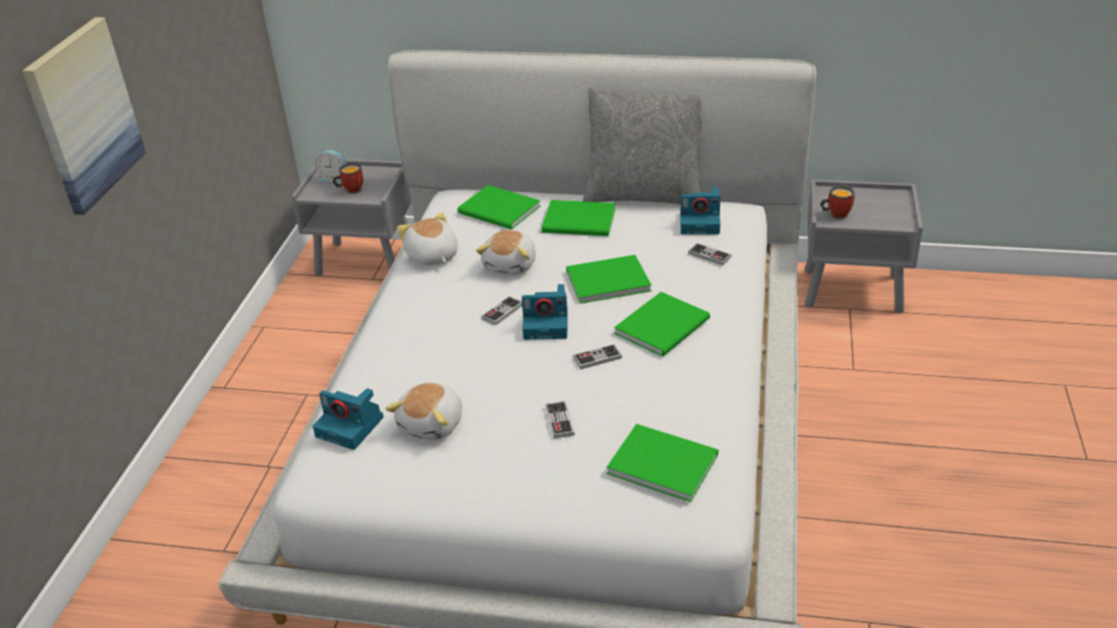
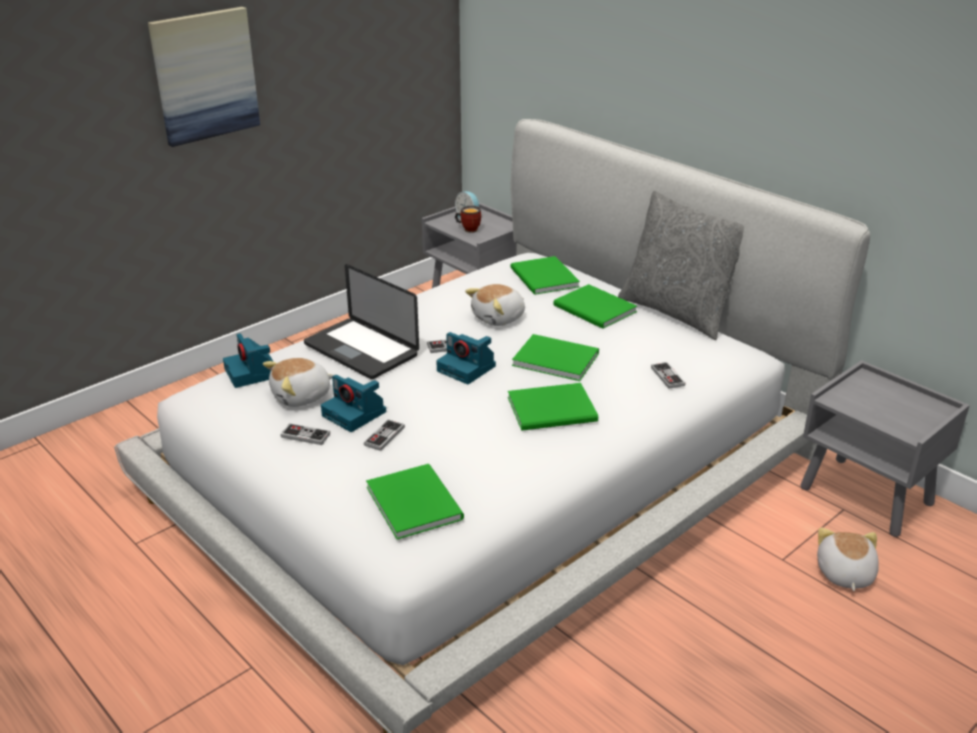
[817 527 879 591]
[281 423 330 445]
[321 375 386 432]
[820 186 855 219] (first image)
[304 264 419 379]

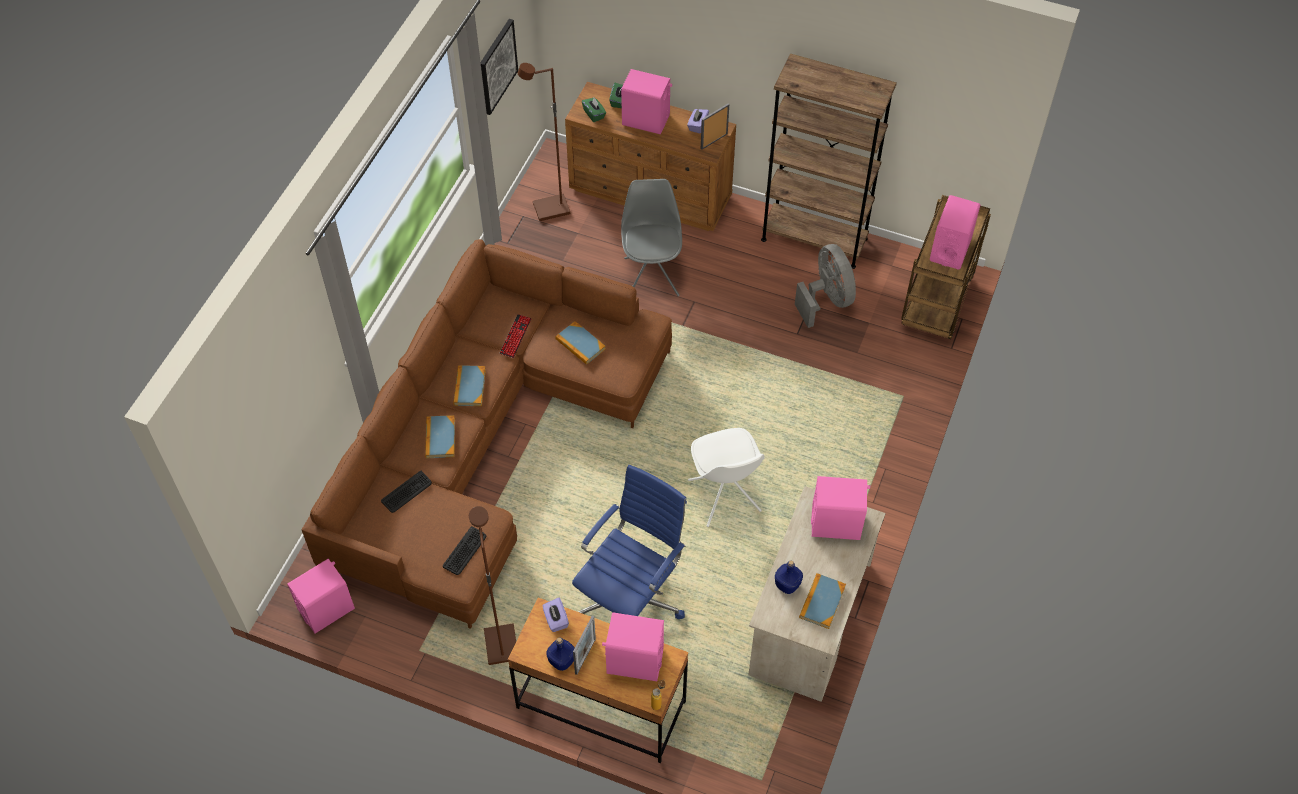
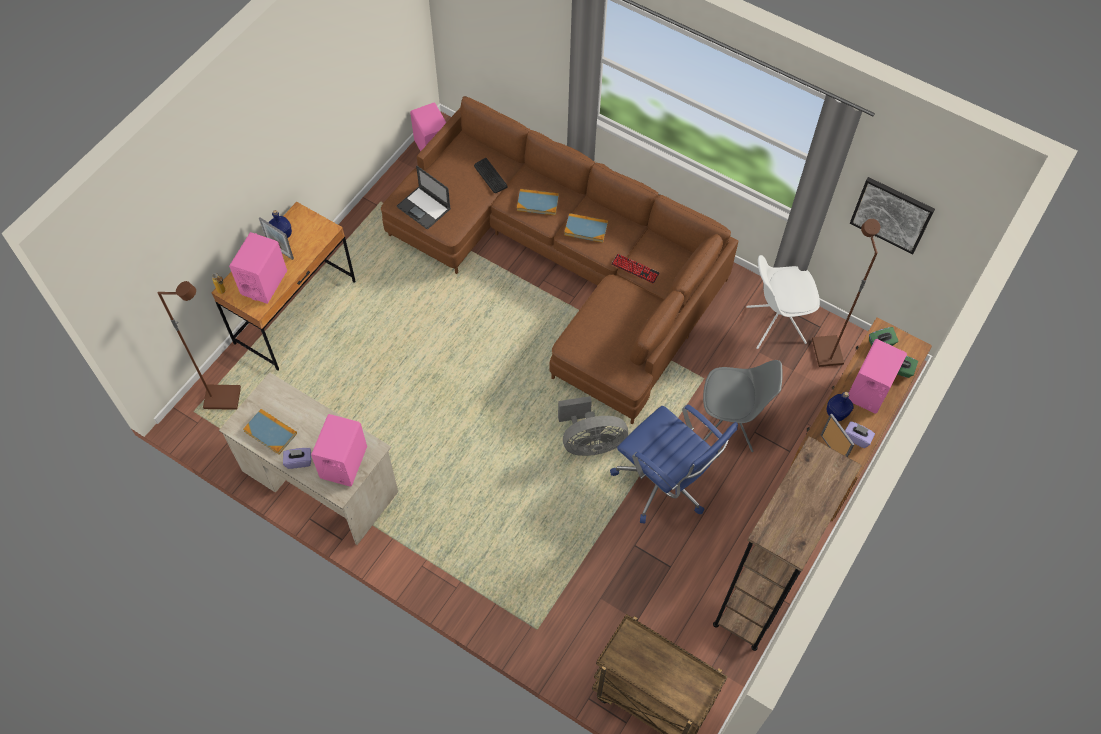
[397 165 451 230]
[157 281 241 410]
[283 448 311 469]
[555 321 605 365] (first image)
[610 404 738 524]
[746 255 820 349]
[827 392 854 421]
[558 396 628 456]
[930 195 980 269] (first image)

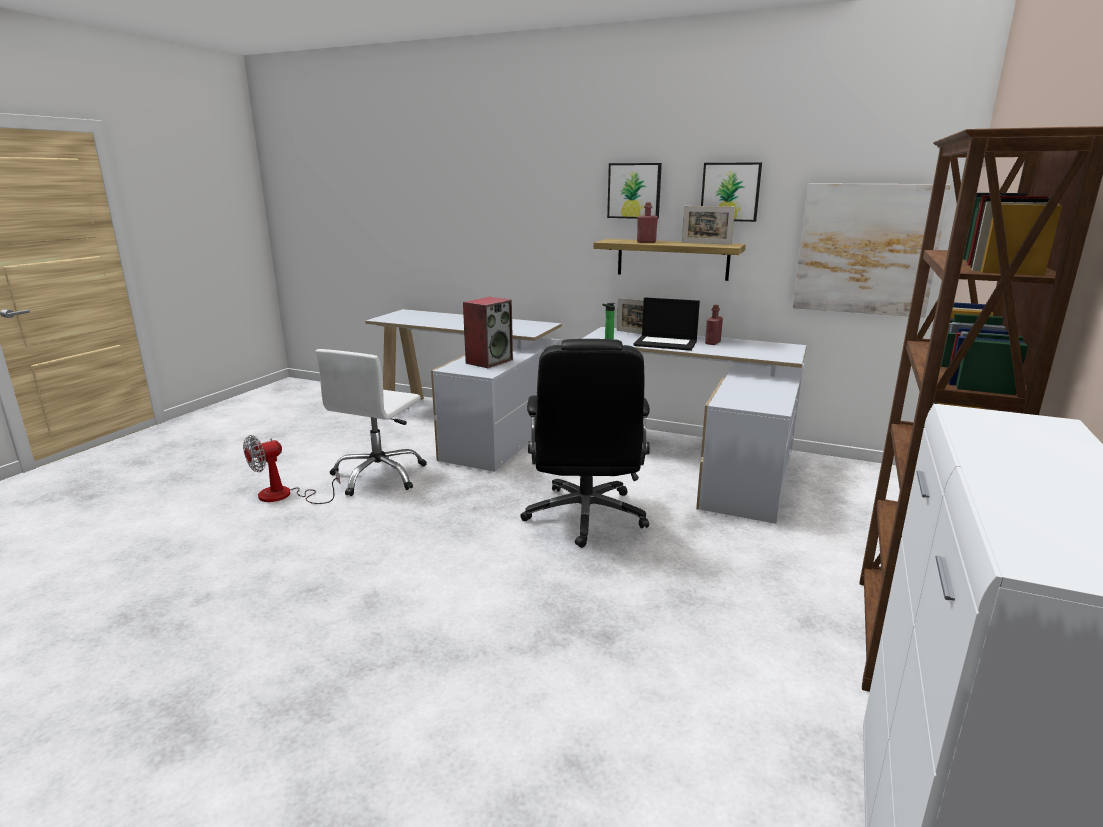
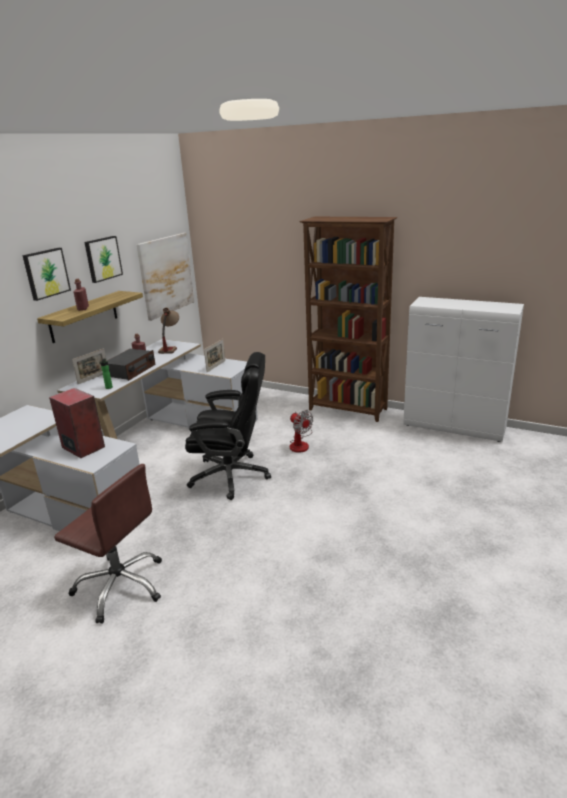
[290 410 313 453]
[54 464 162 624]
[107 349 156 381]
[204 339 225 372]
[158 308 179 354]

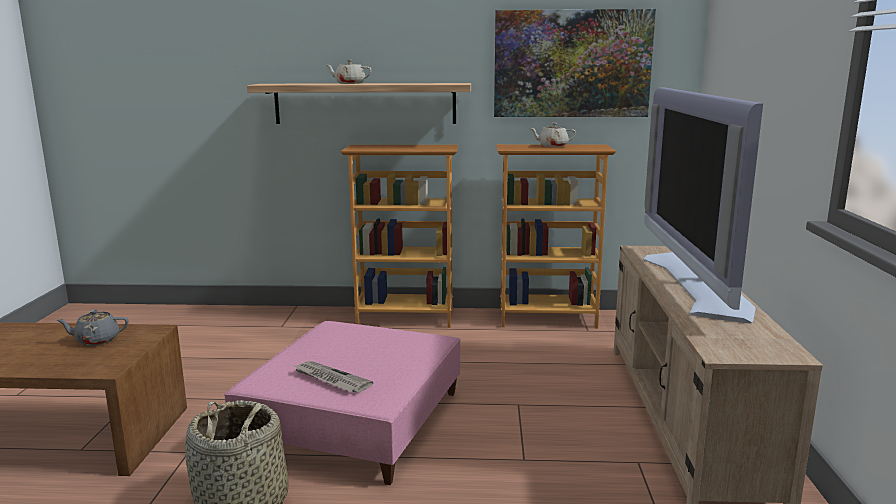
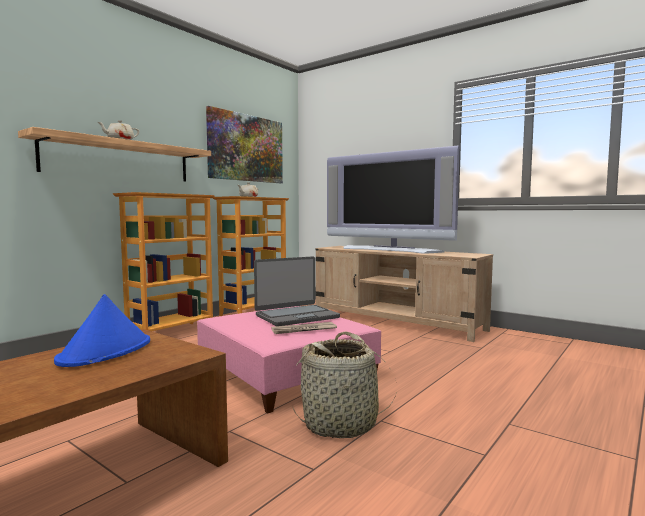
[54 294 150 367]
[254 256 340 326]

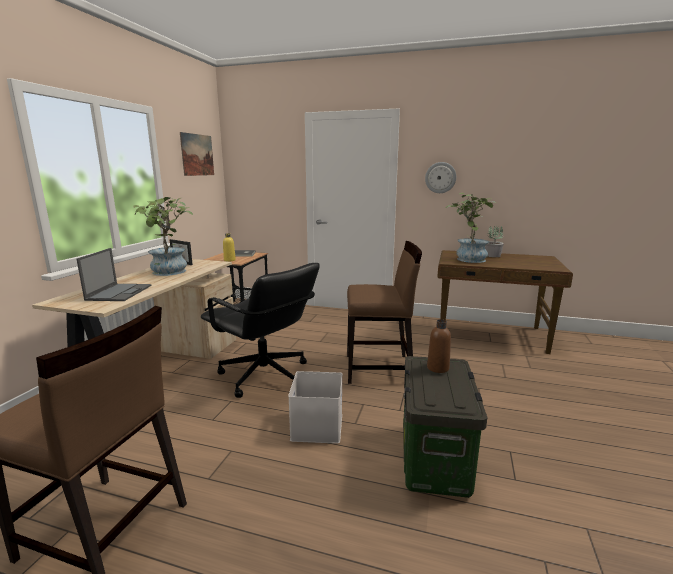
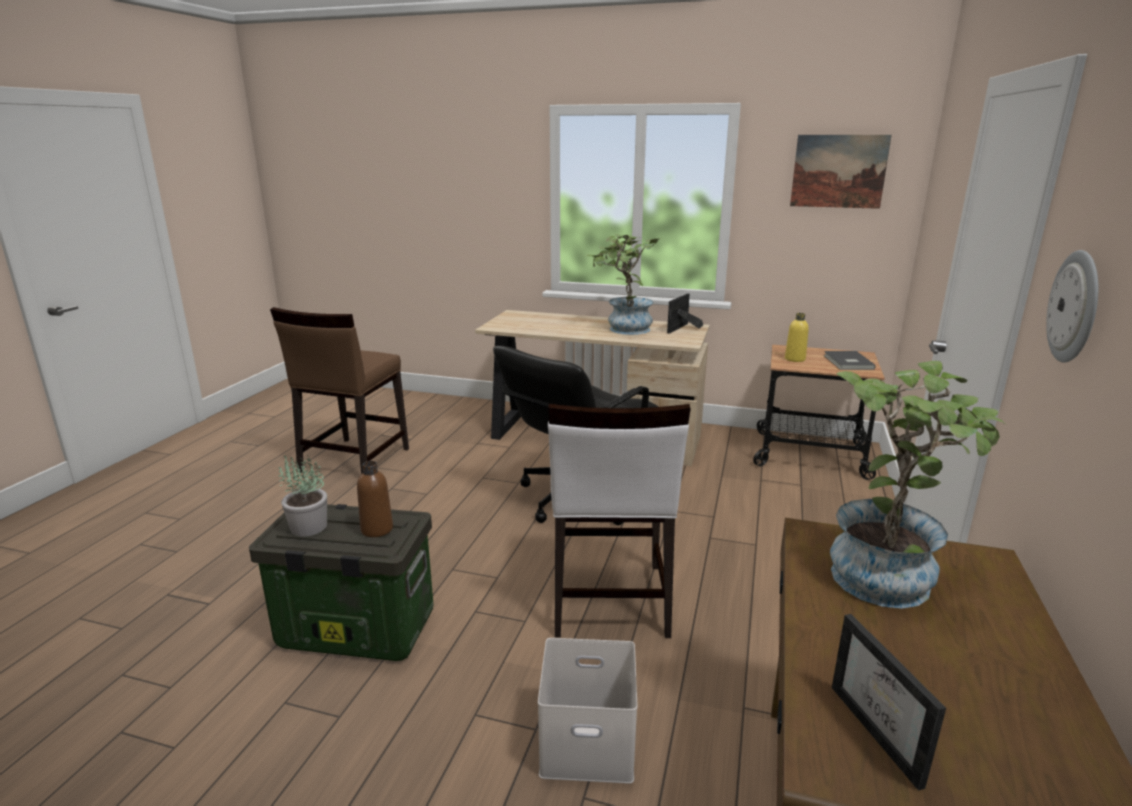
[77 248 152 301] (first image)
[538 638 637 784]
[548 404 691 638]
[278 455 327 537]
[832 614 946 790]

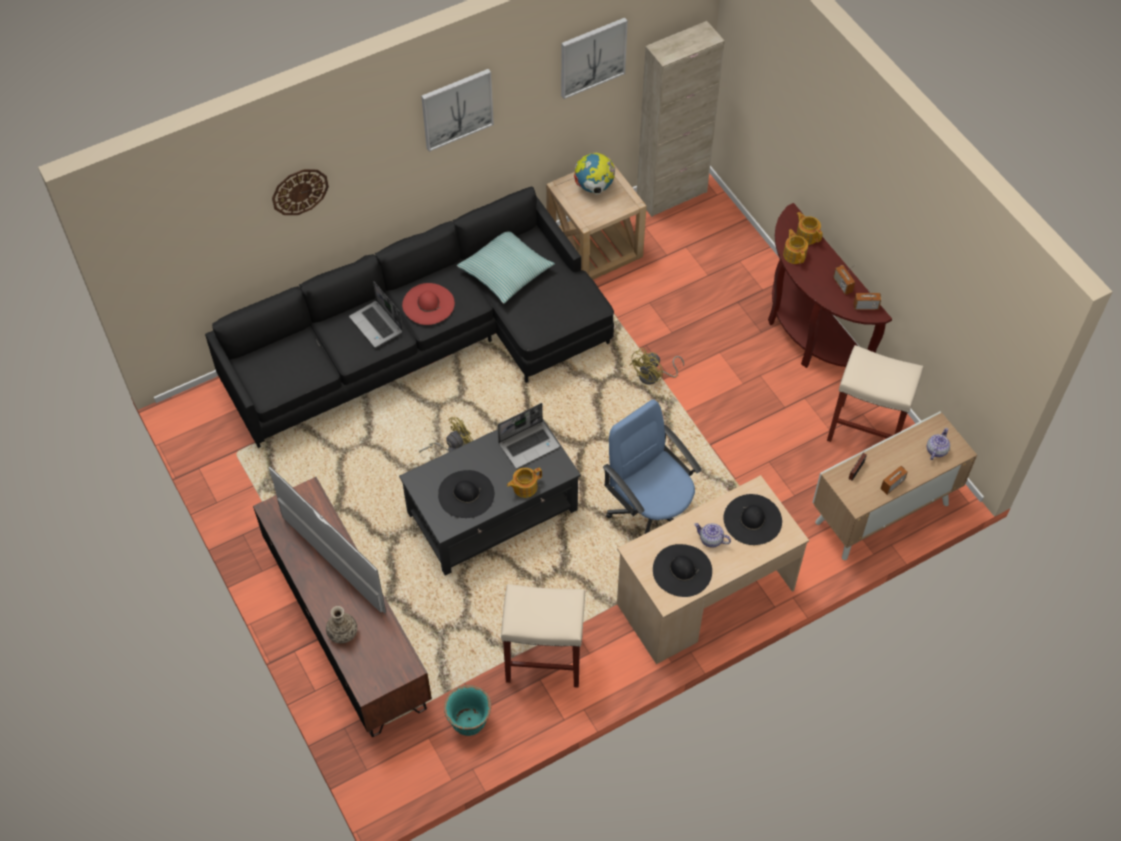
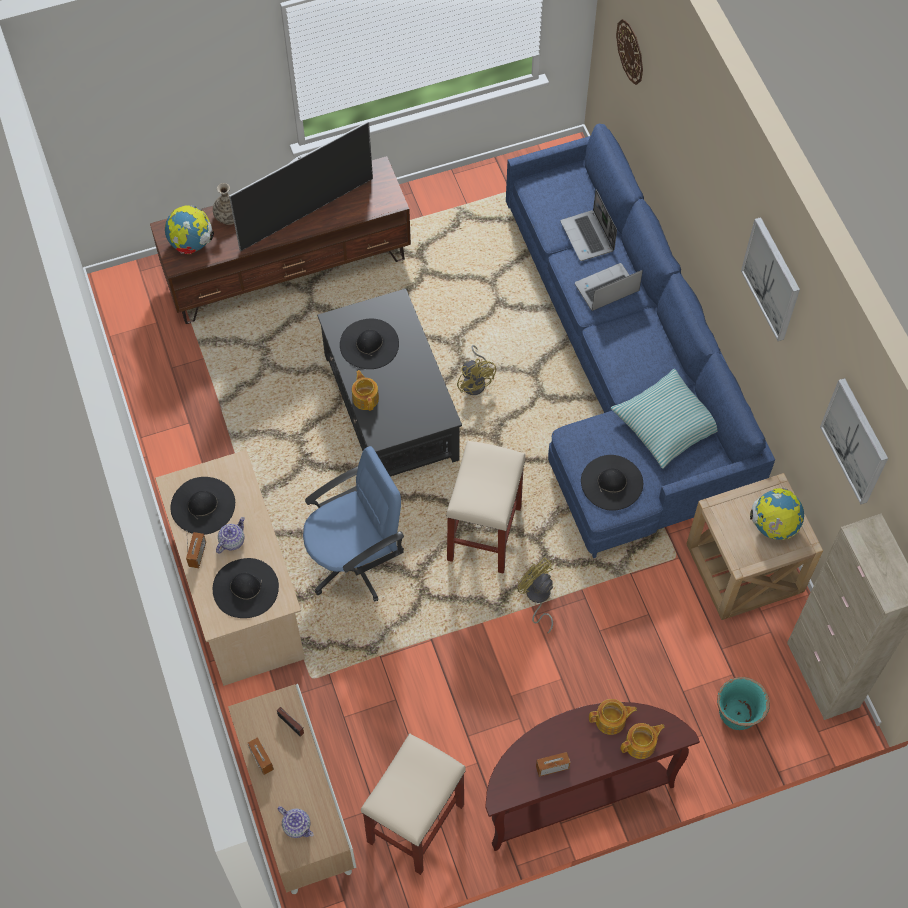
[506 124 775 558]
[616 19 643 85]
[402 283 455 325] (first image)
[717 677 770 730]
[560 190 617 261]
[446 441 526 574]
[186 530 206 568]
[165 205 214 254]
[581 455 643 511]

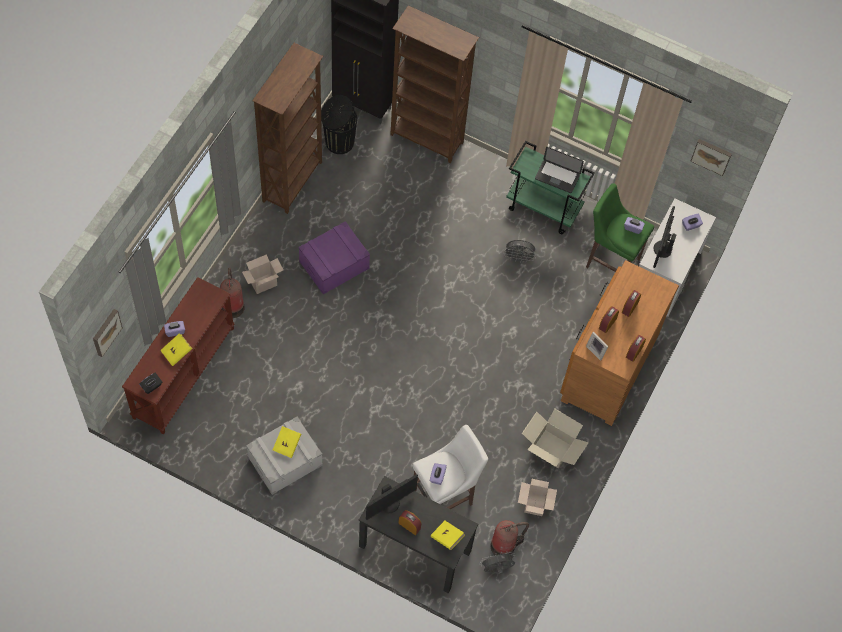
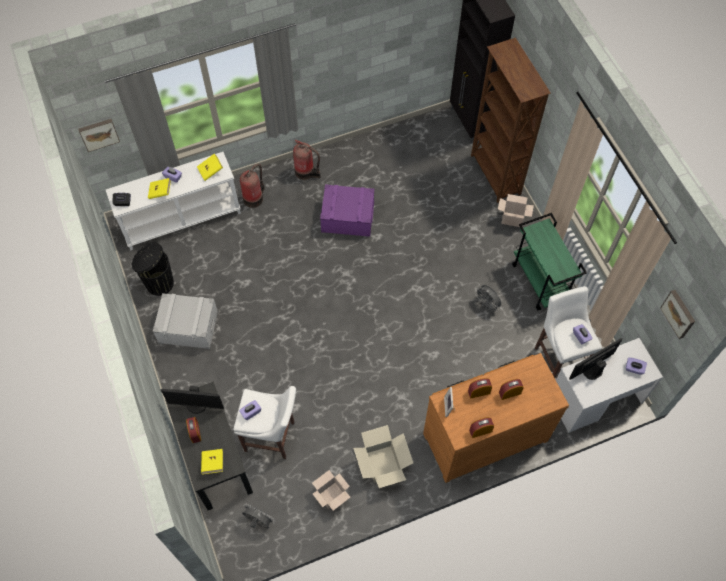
[106 152 241 251]
[498 194 534 227]
[252 43 323 214] (first image)
[197 154 223 181]
[132 242 174 296]
[293 139 321 180]
[535 147 584 193] (first image)
[535 286 602 378]

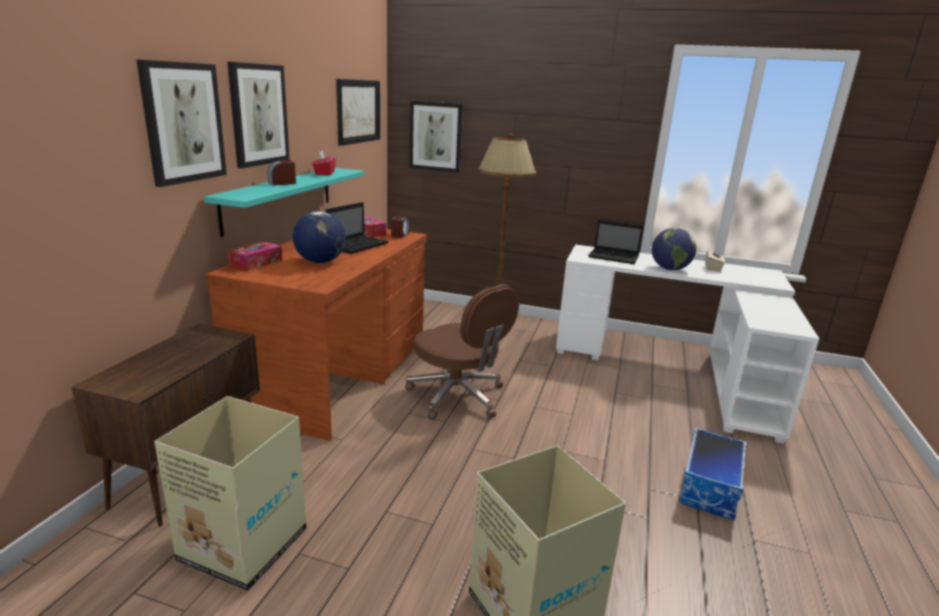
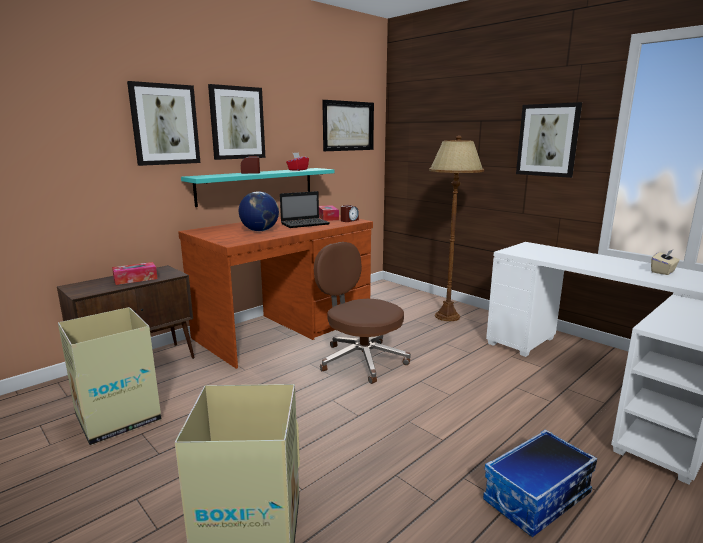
[112 262 157 285]
[314 242 411 384]
[516 102 582 178]
[588 220 644 264] (first image)
[652 228 696 270] (first image)

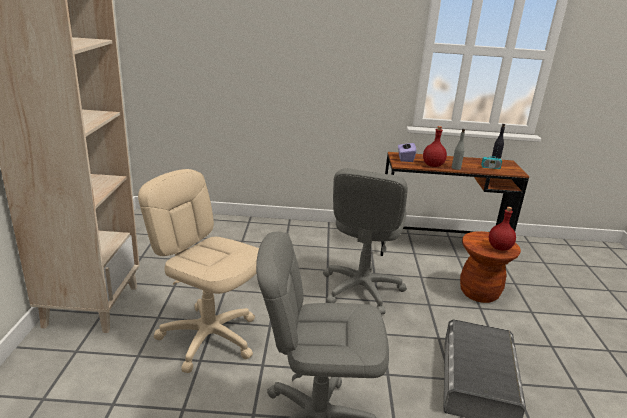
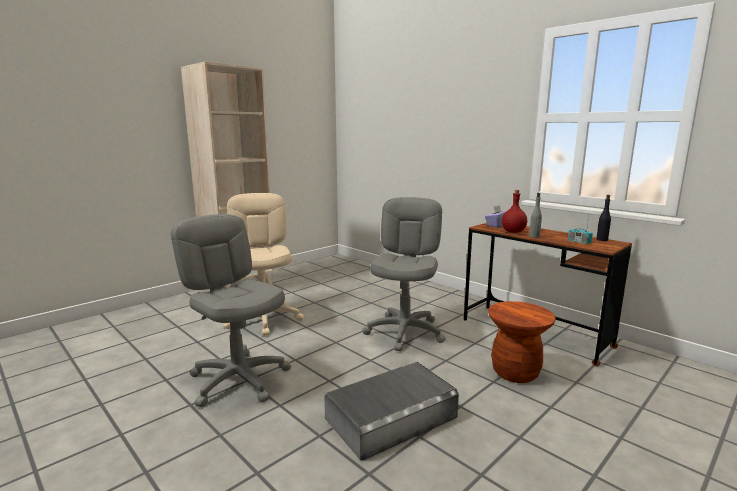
[362 197 446 351]
[489 207 516 251] (first image)

